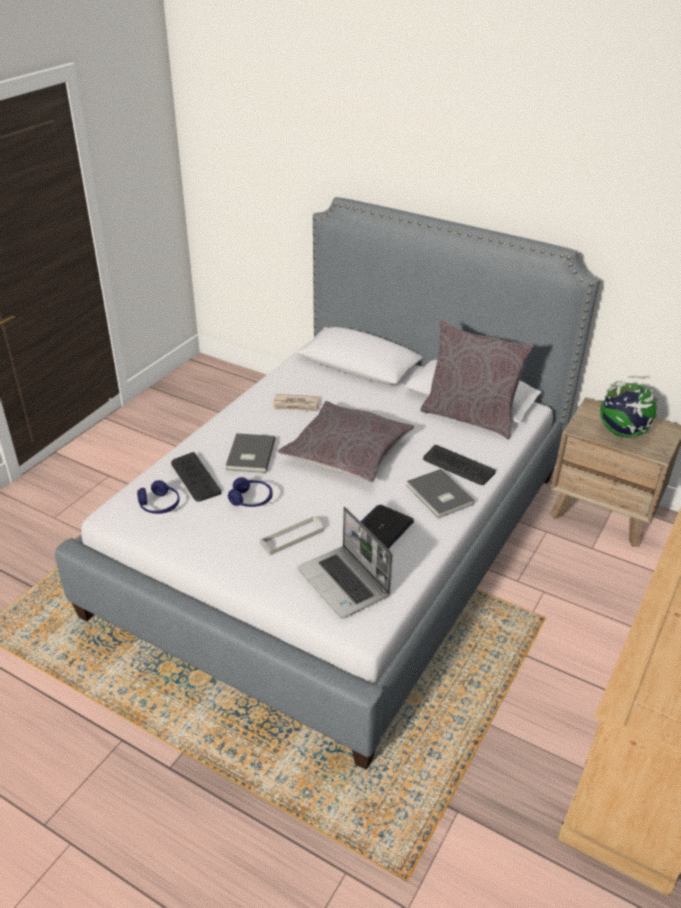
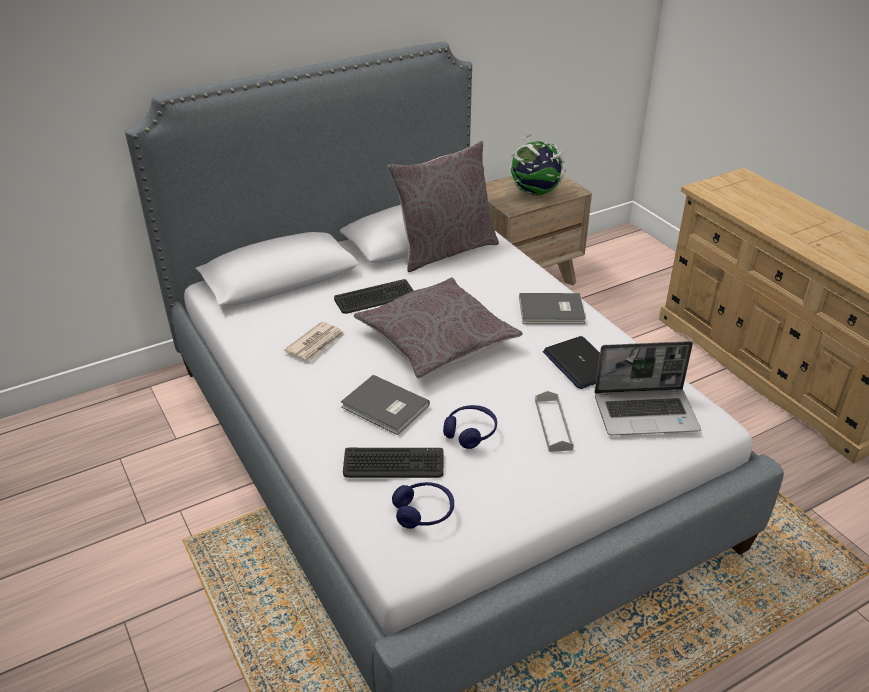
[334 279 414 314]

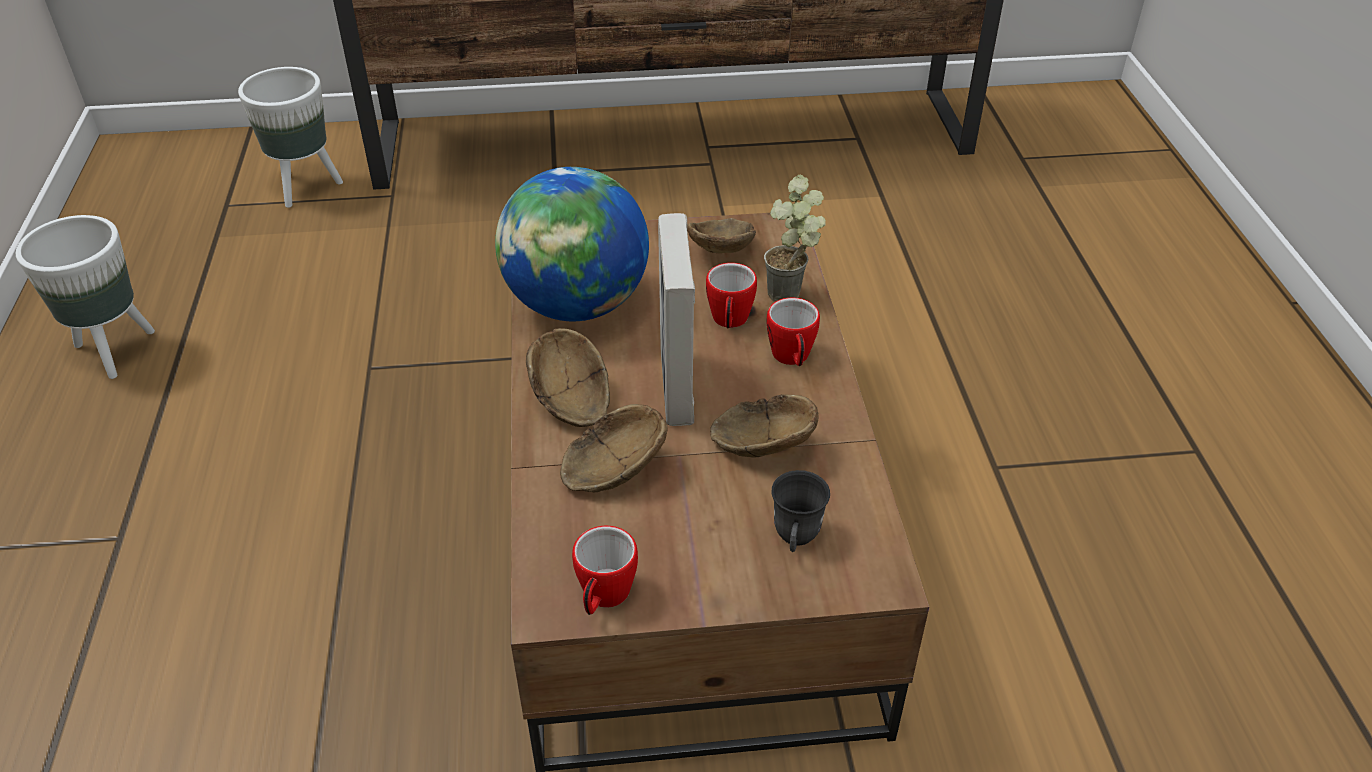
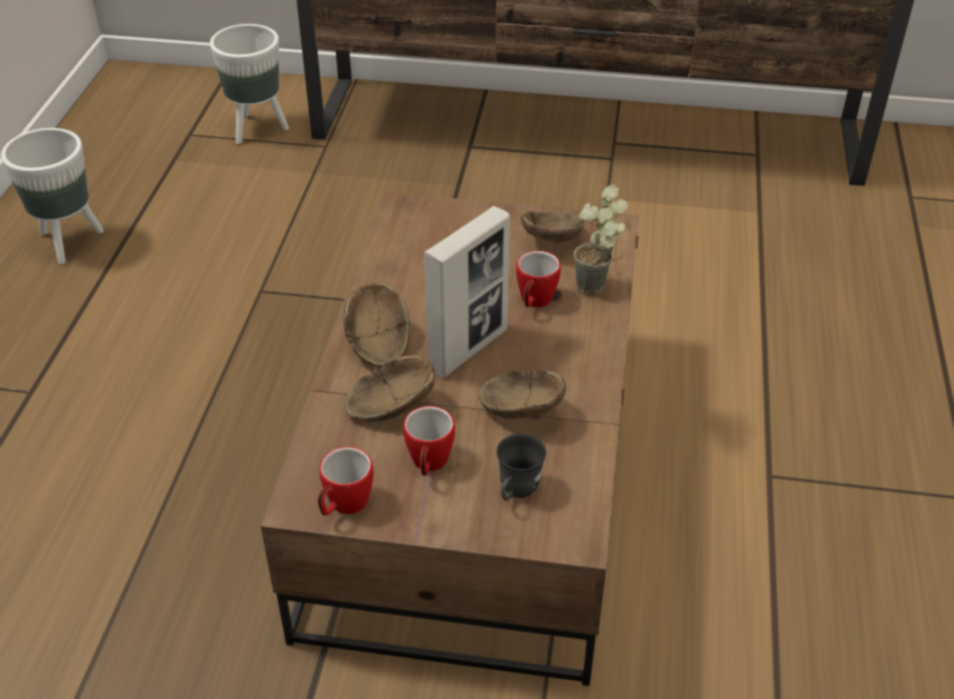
[495 167 649 321] (first image)
[423 206 510 378]
[403 406 455 476]

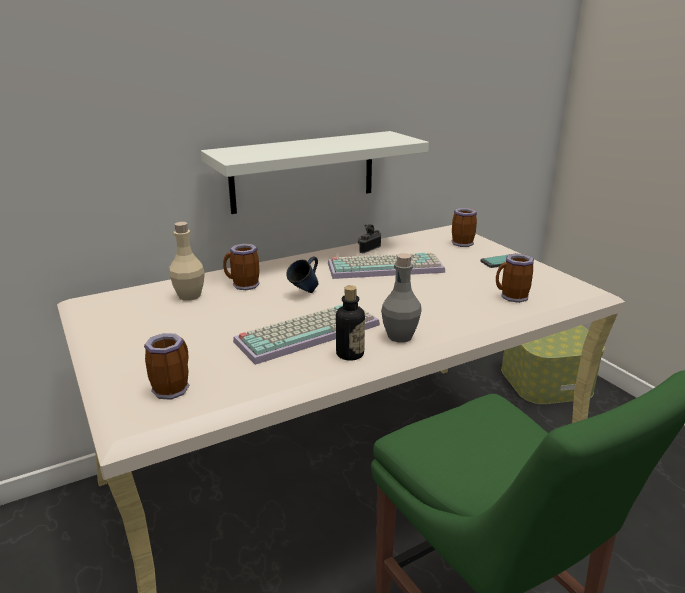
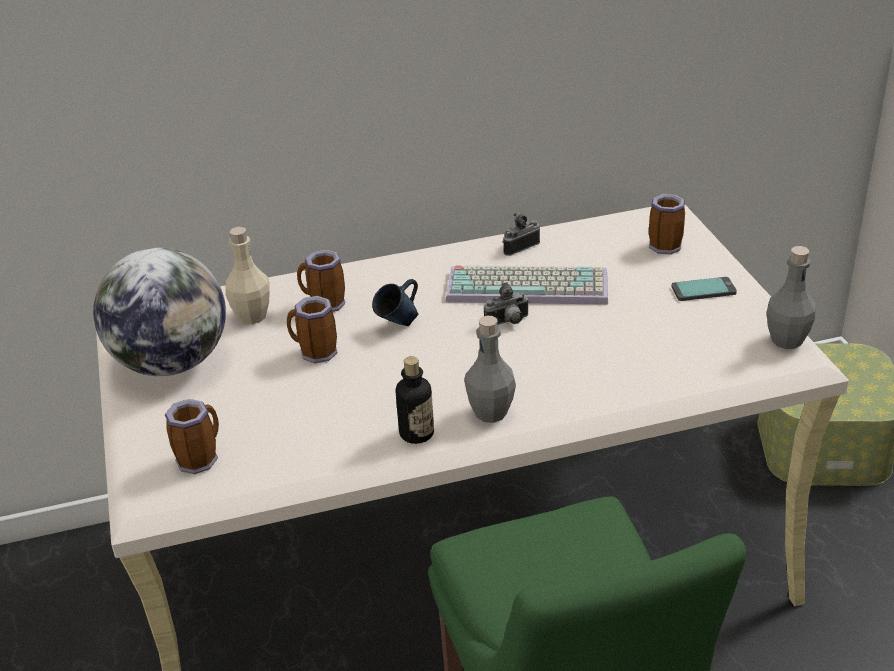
[201 131 429 214] (first image)
[233 304 380 365] (first image)
[287 296 337 363]
[93 247 226 376]
[484 282 529 325]
[767 246 816 349]

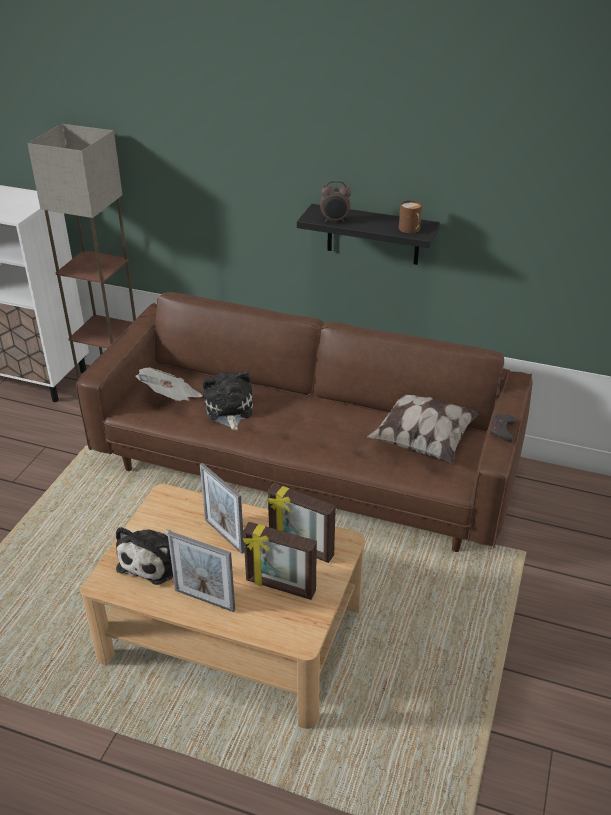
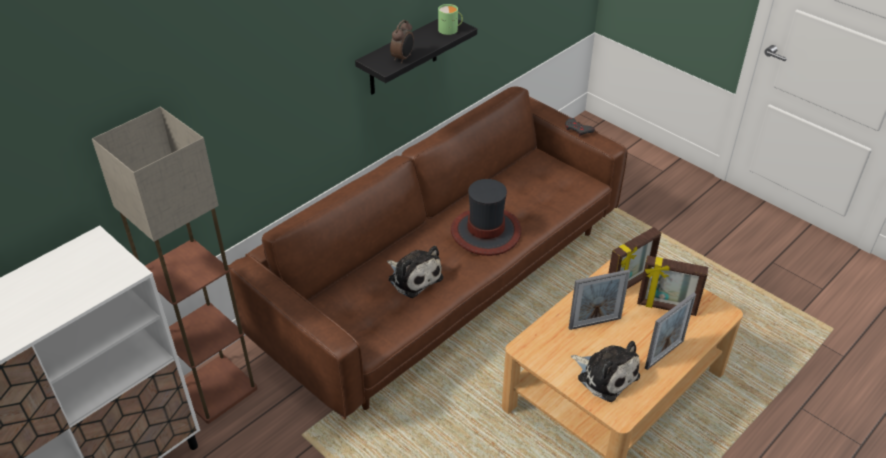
[136 368 203 401] (first image)
[387 246 443 298]
[637 255 708 316]
[367 395 479 463] (first image)
[438 4 463 35]
[451 179 521 256]

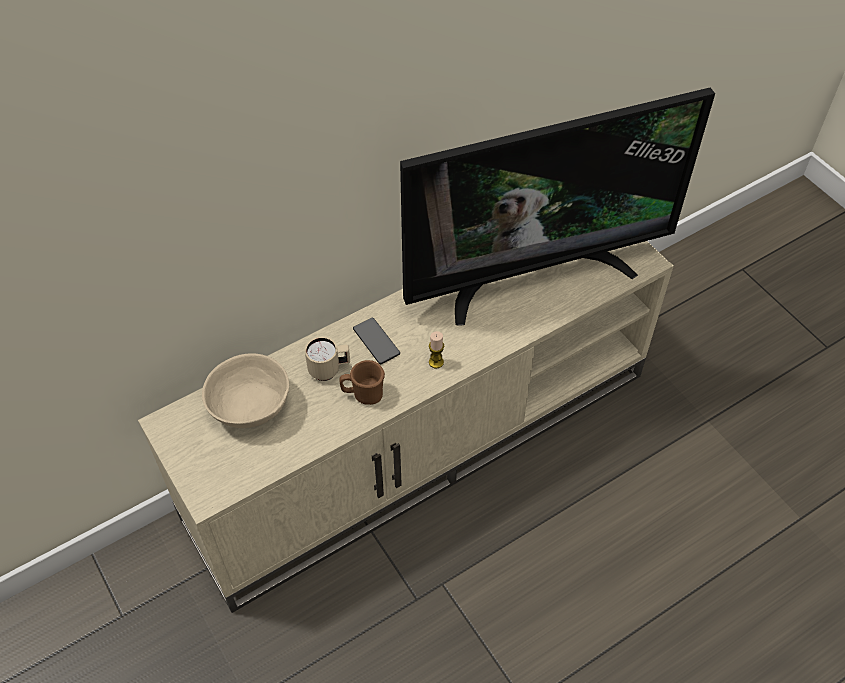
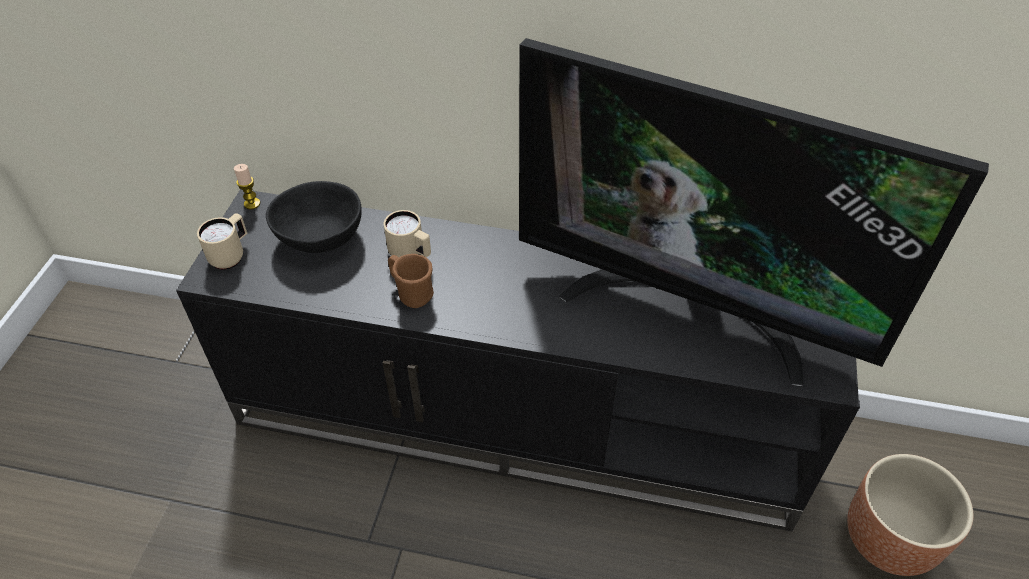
[176 189 860 531]
[266 181 362 253]
[353 318 400 364] (first image)
[234 164 260 210]
[197 213 247 269]
[847 454 973 576]

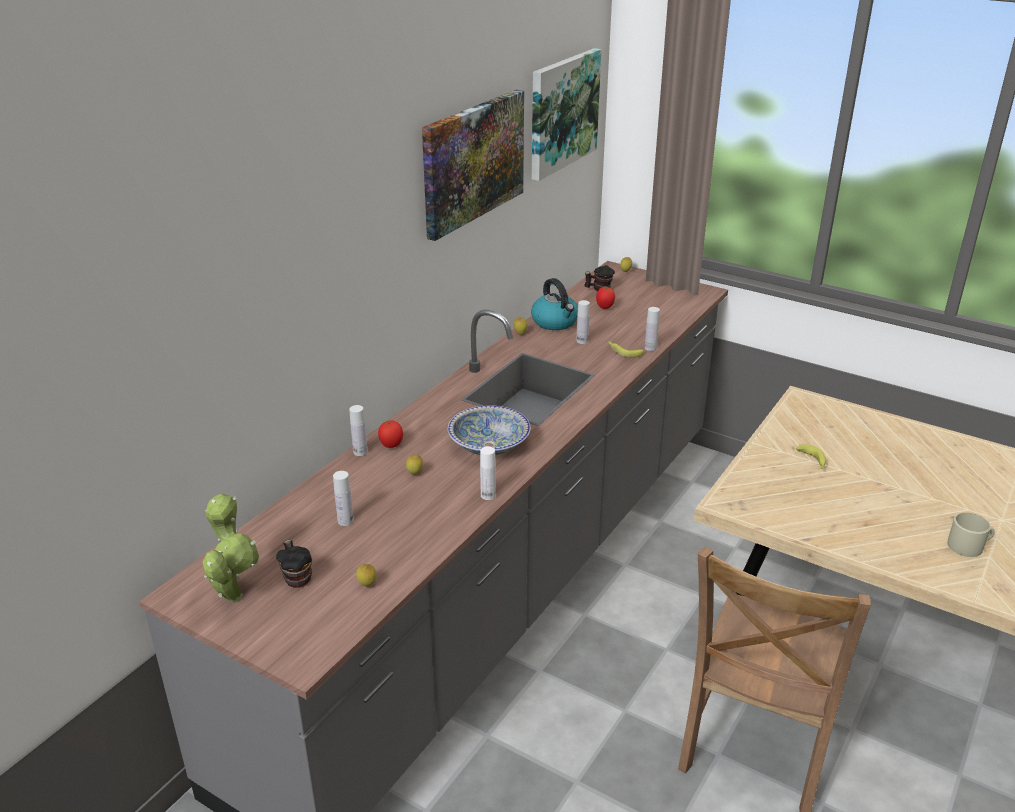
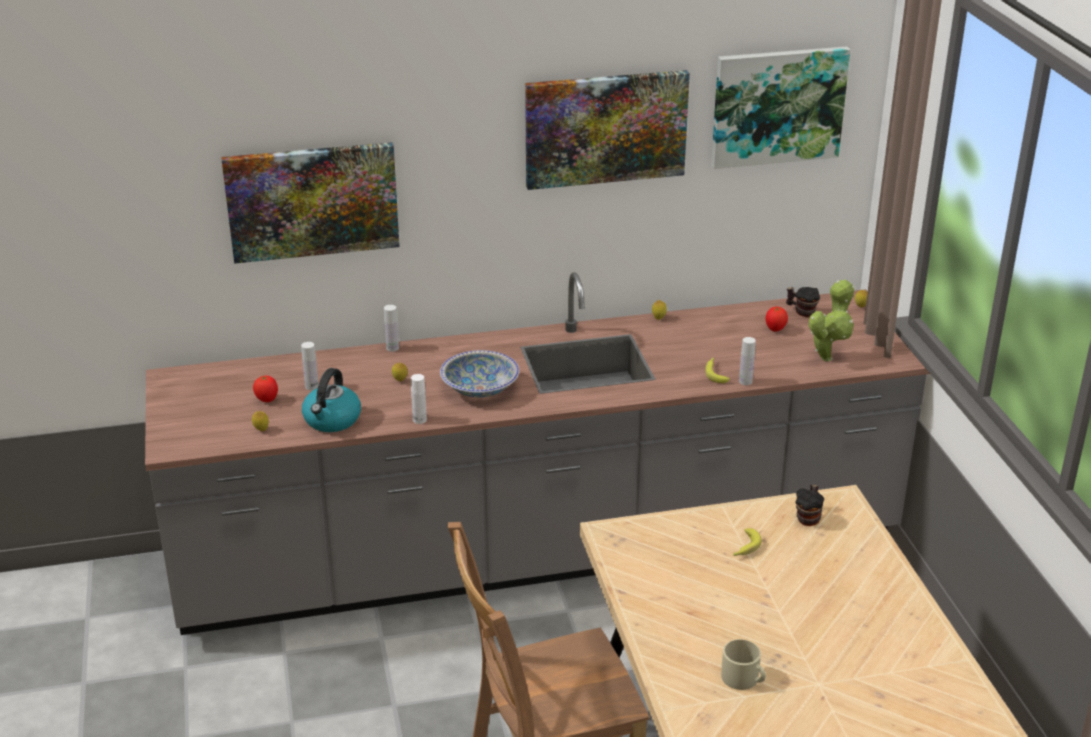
[809 280 855 361]
[795 484 824 526]
[253 376 278 402]
[302 368 361 432]
[576 300 590 344] (first image)
[221 142 400 264]

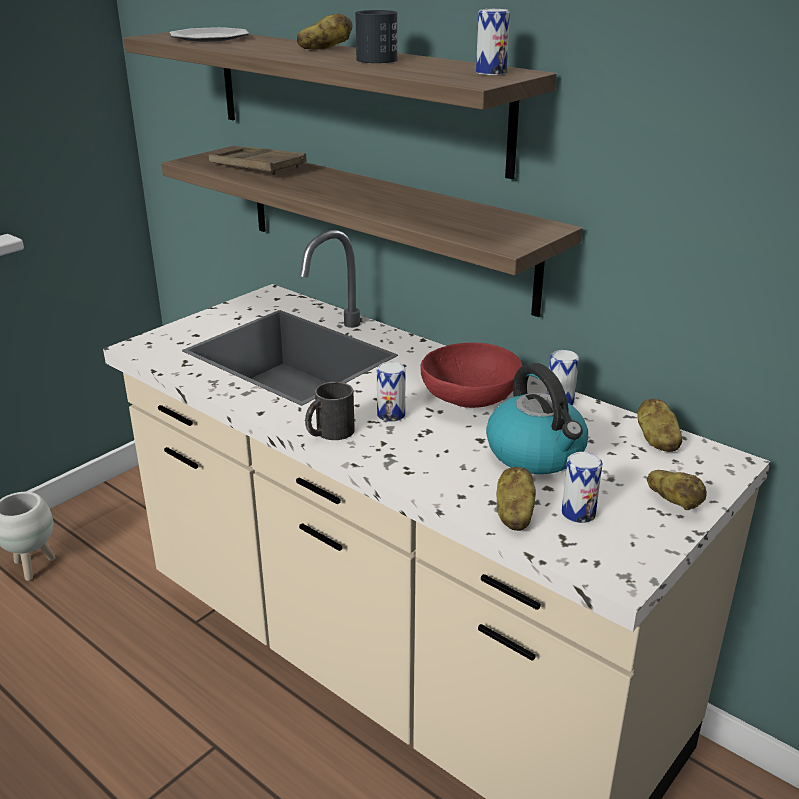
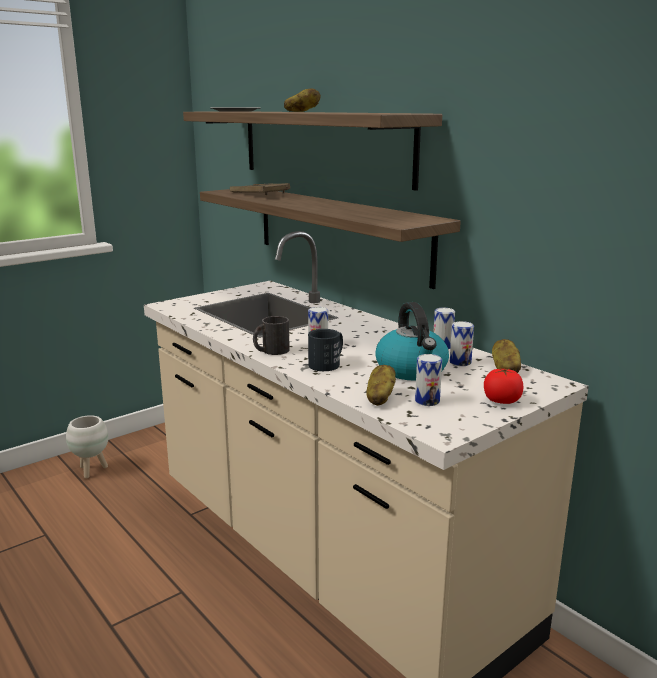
[308 329 343 371]
[420 343 522 408] (first image)
[450 321 474 366]
[484 368 523 404]

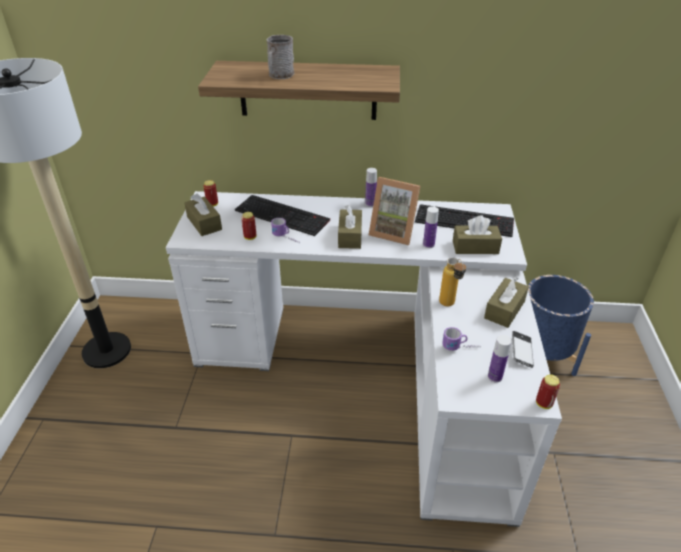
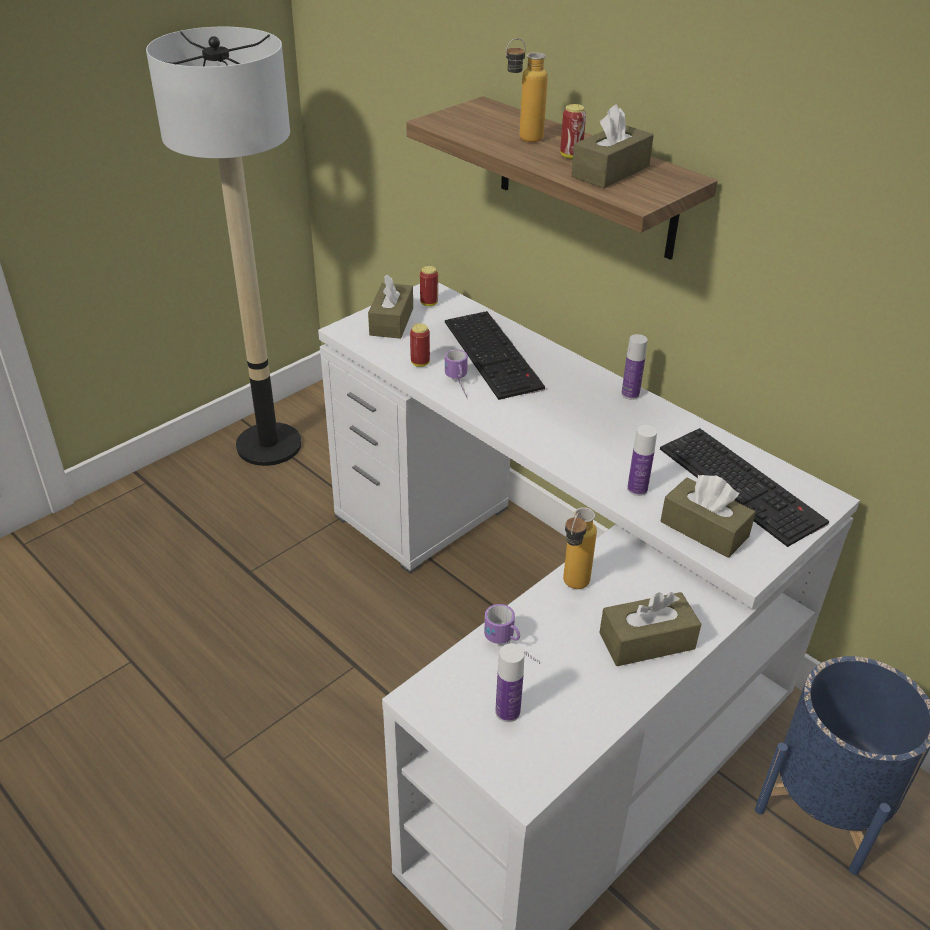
[506 38 548 142]
[571 104 654 188]
[369 177 420 245] (first image)
[512 331 534 368] (first image)
[560 104 586 159]

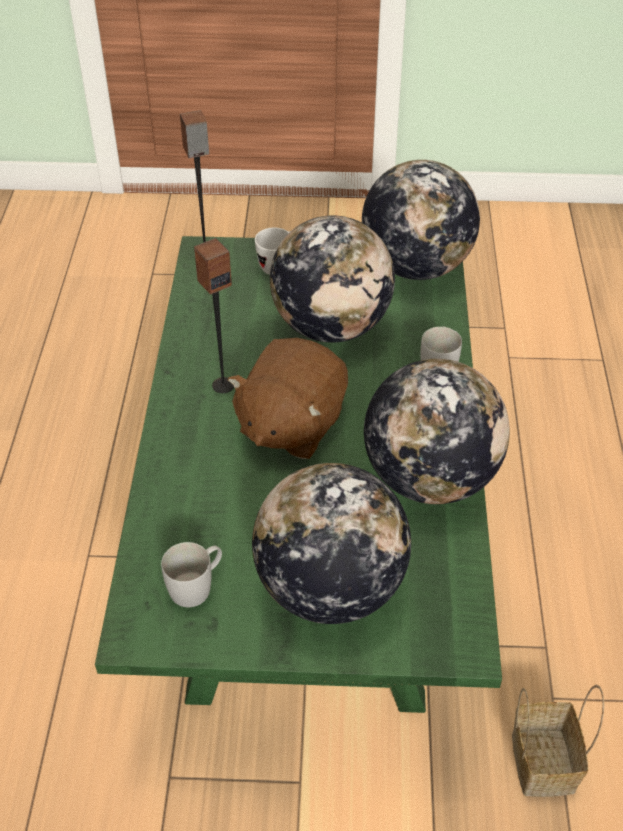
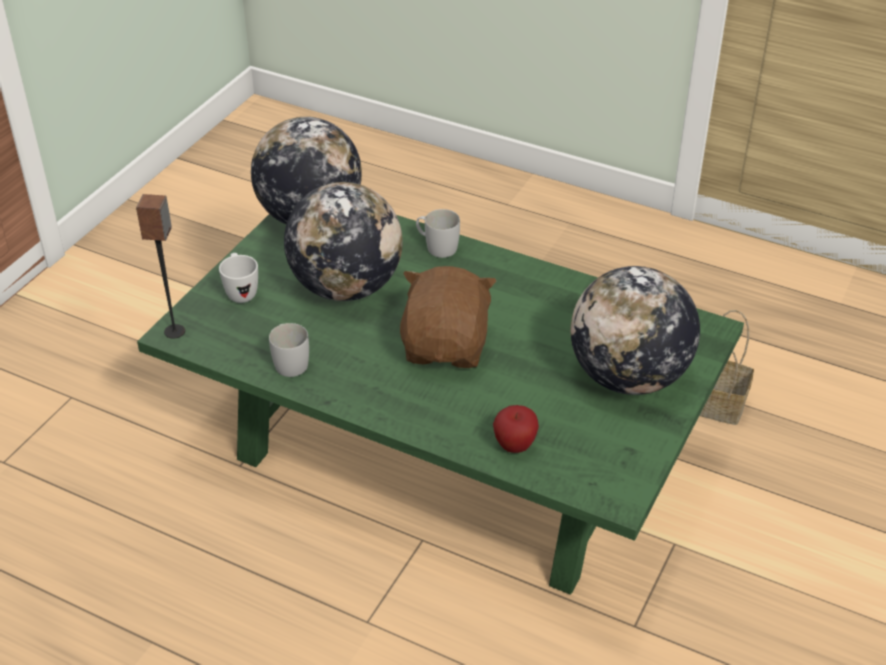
[269 323 309 377]
[194 238 234 393] (first image)
[400 266 496 368]
[364 359 510 504] (first image)
[493 405 539 453]

